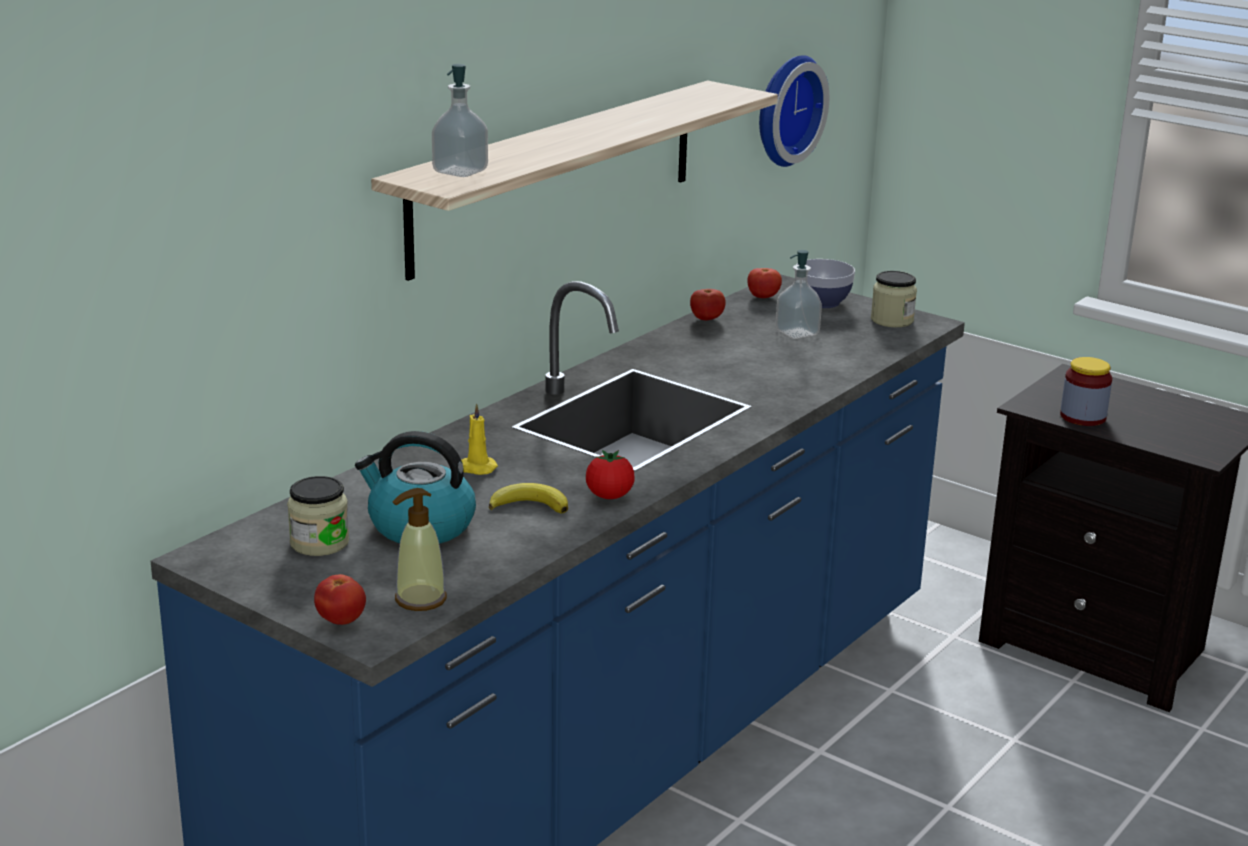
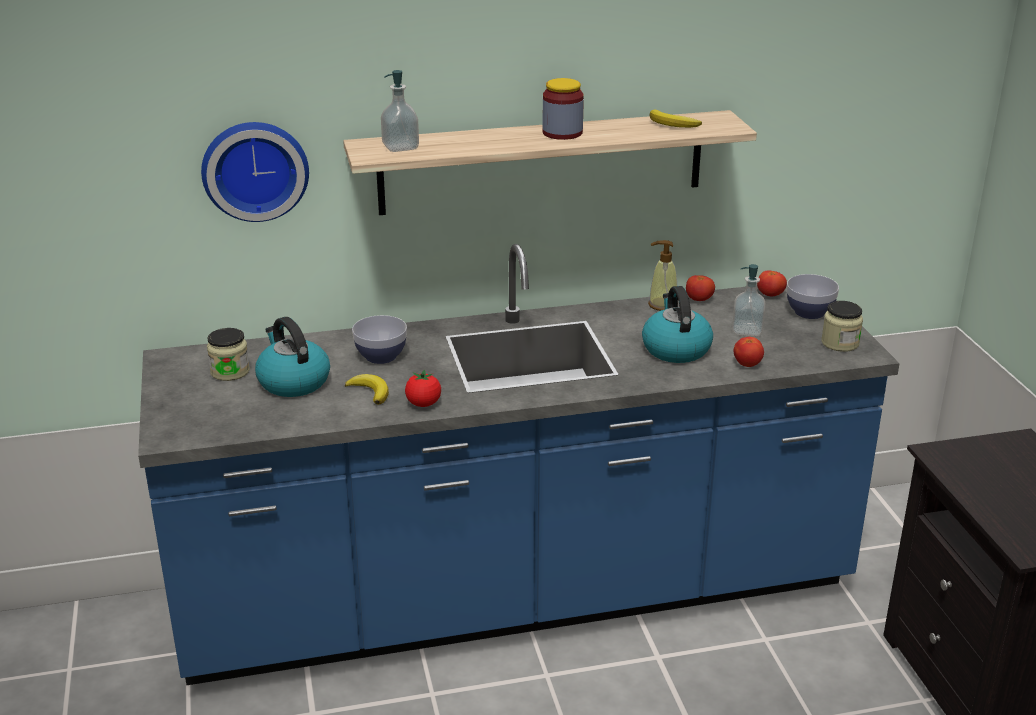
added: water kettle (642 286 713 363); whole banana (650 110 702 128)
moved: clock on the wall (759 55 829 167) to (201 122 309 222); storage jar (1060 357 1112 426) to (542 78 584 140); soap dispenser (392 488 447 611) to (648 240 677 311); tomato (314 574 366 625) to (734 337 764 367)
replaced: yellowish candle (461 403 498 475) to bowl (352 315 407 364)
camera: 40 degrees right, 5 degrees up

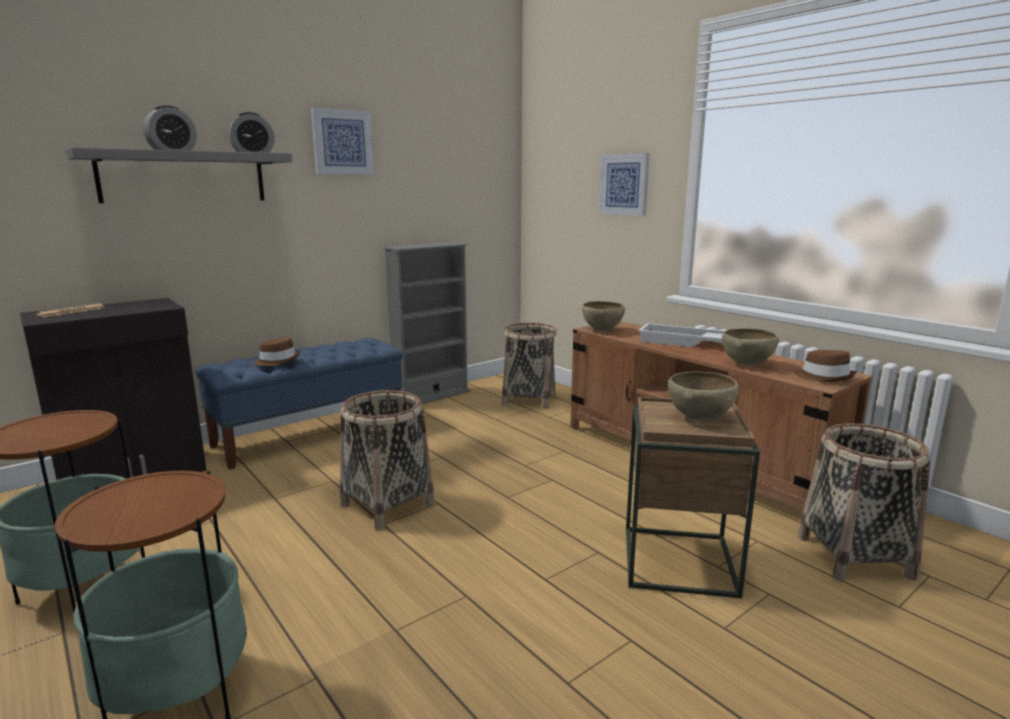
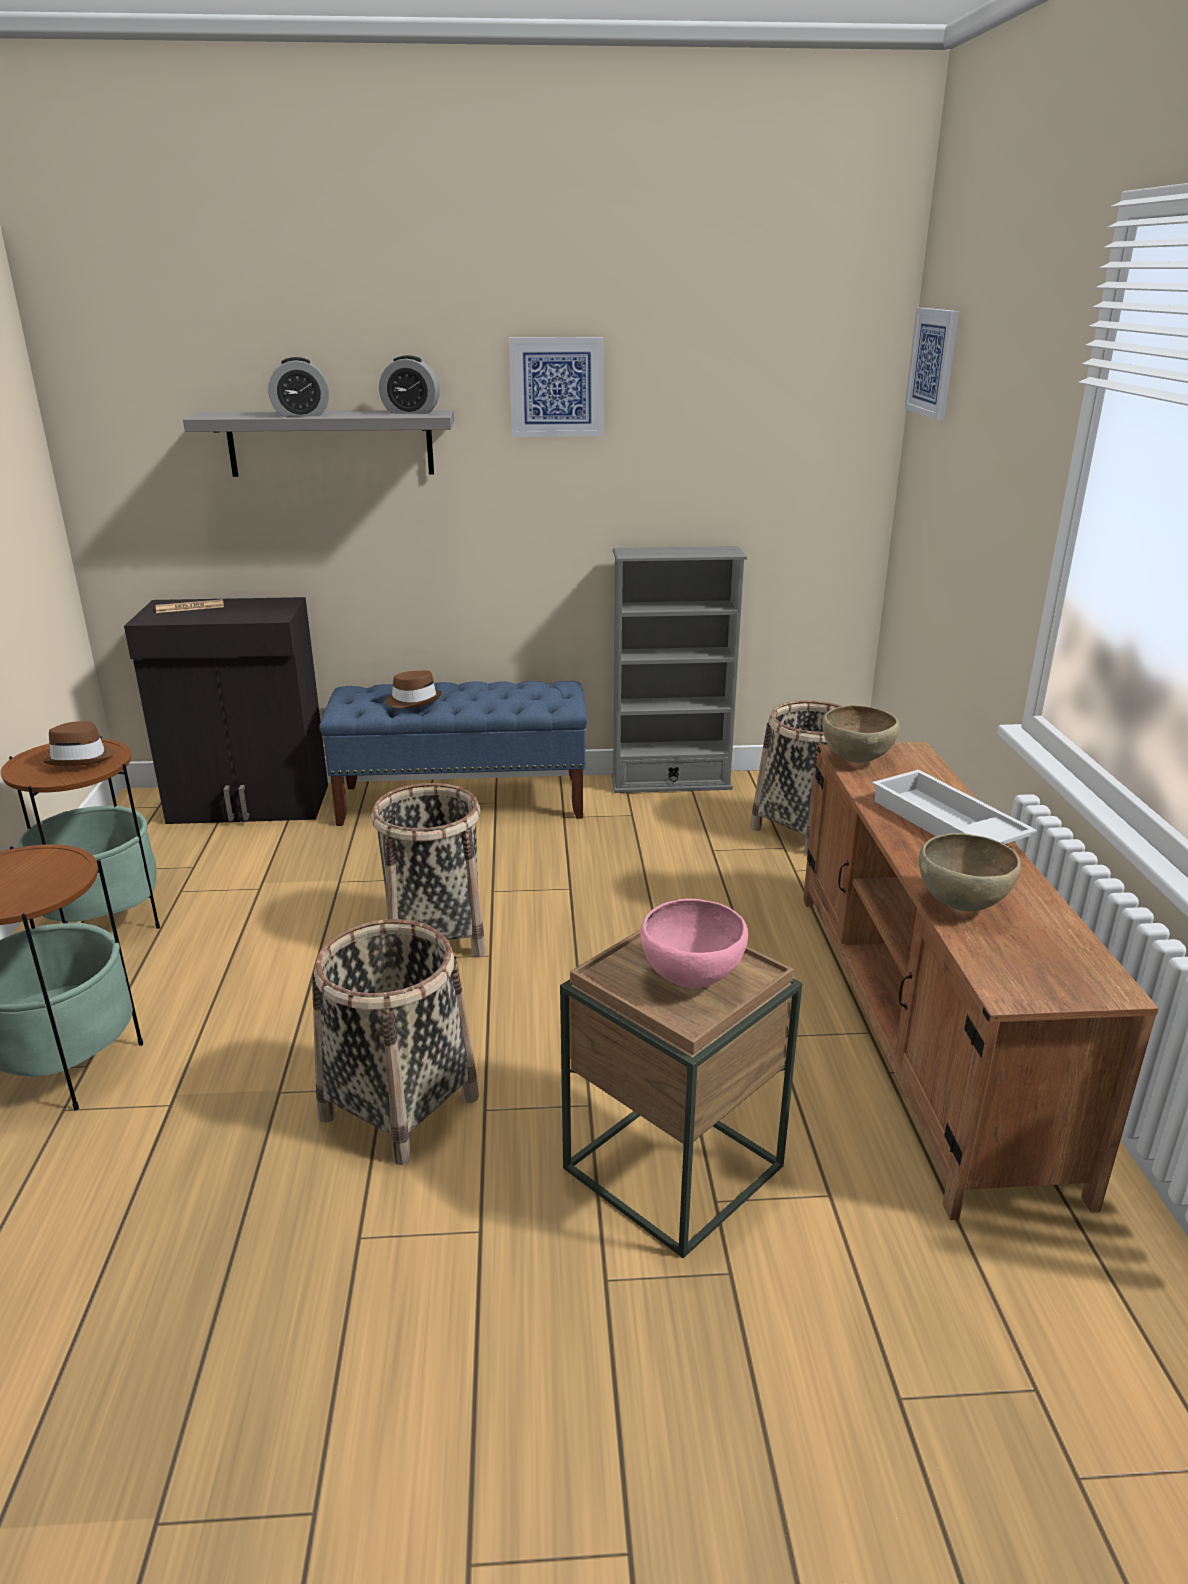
moved: brown clothing hat (794 350 856 382) to (42 721 115 766); household basket (798 423 930 582) to (312 919 479 1165); wall art (599 153 650 216) to (905 308 959 420)
recoloured: brown bowl (668 371 739 421) to pink bowl (640 899 748 988)
camera: 35 degrees right, 10 degrees up

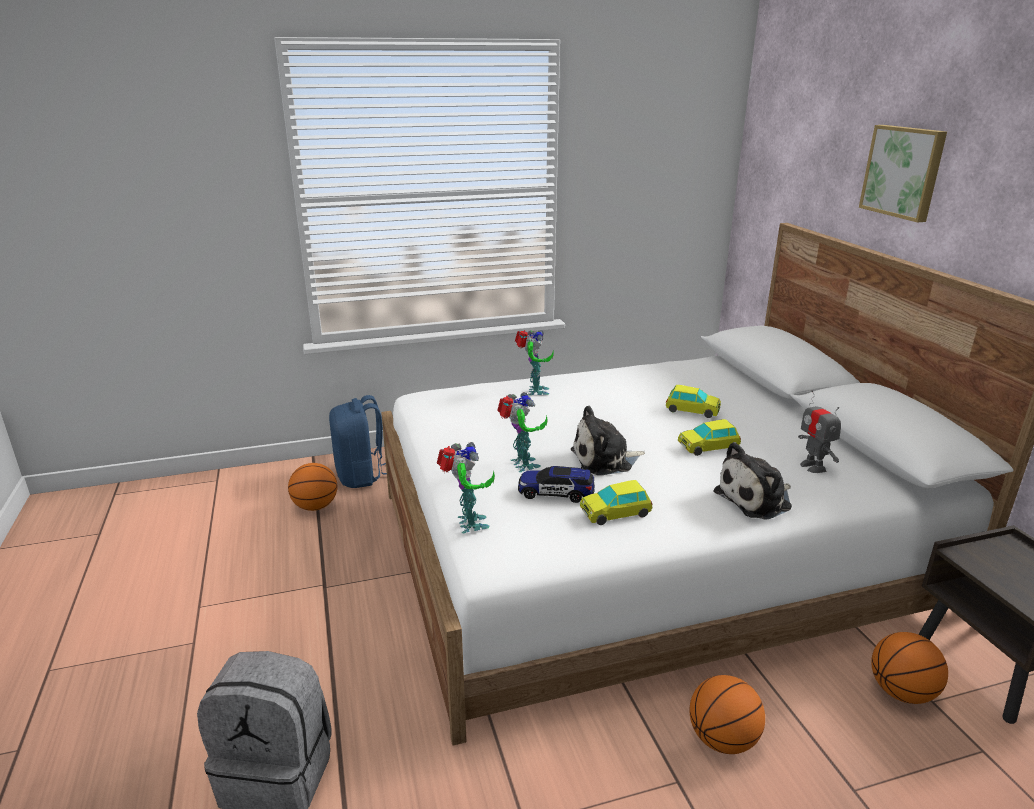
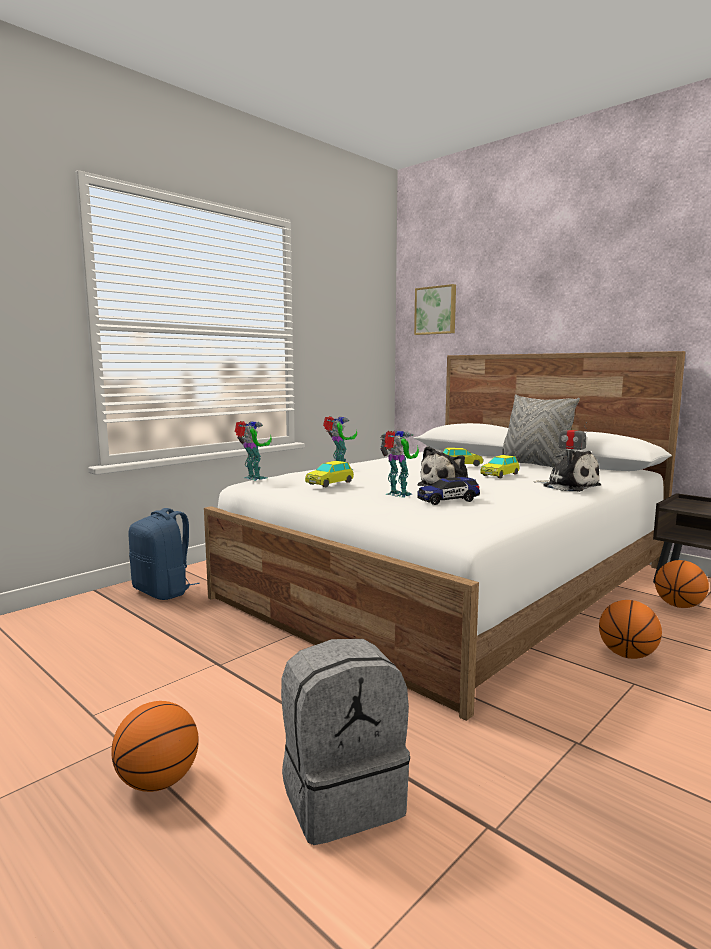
added: greyish throw pillow (502 394 580 468)
moved: basketball (288 463 337 511) to (111 701 199 792); model robot (437 442 495 534) to (235 421 272 481); toy car (580 480 653 525) to (305 461 354 487); wall art (859 125 947 222) to (414 284 456 335)
turned: plush toy (714 442 792 520) = (533 450 601 492) 75 degrees counterclockwise
camera: 30 degrees left, 15 degrees down

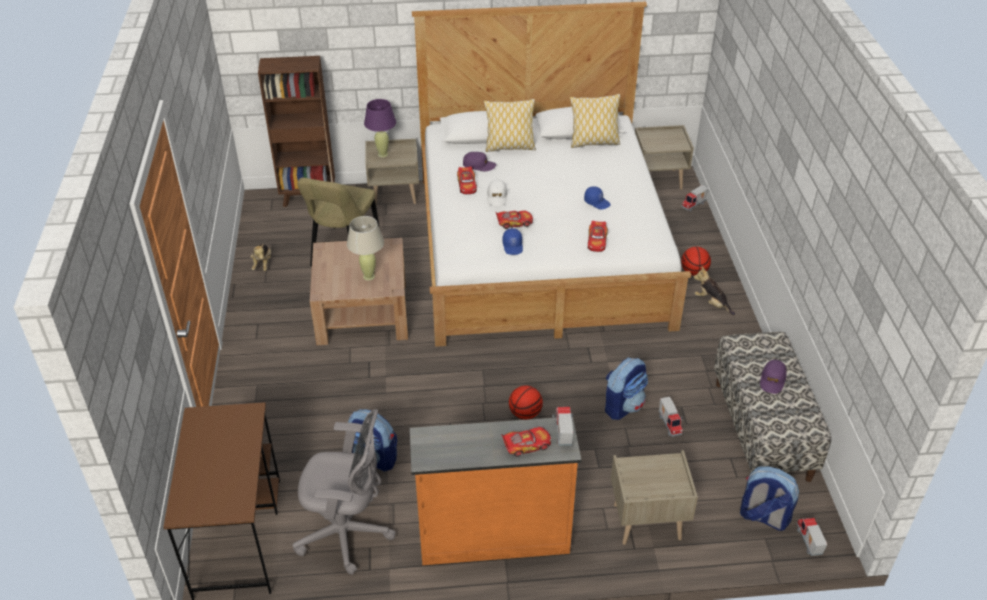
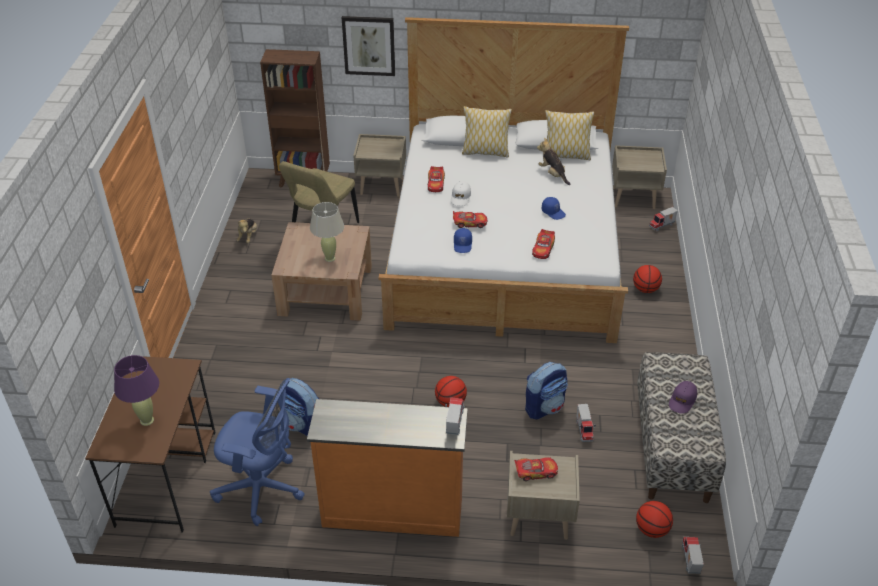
removed: purplish peaked cap (463 152 496 171)
added: wall art (342 16 395 76)
moved: purplish tabletop lamp (364 99 396 158) to (114 355 159 426); toy car (501 427 551 457) to (514 457 558 481); plush toy (693 266 735 315) to (537 138 570 185)
replaced: knapsack (740 466 799 531) to basketball (636 501 673 538)
recoloured: greyish computer chair (292 409 396 575) to blue computer chair (210 378 305 526)
camera: 10 degrees right, 0 degrees up

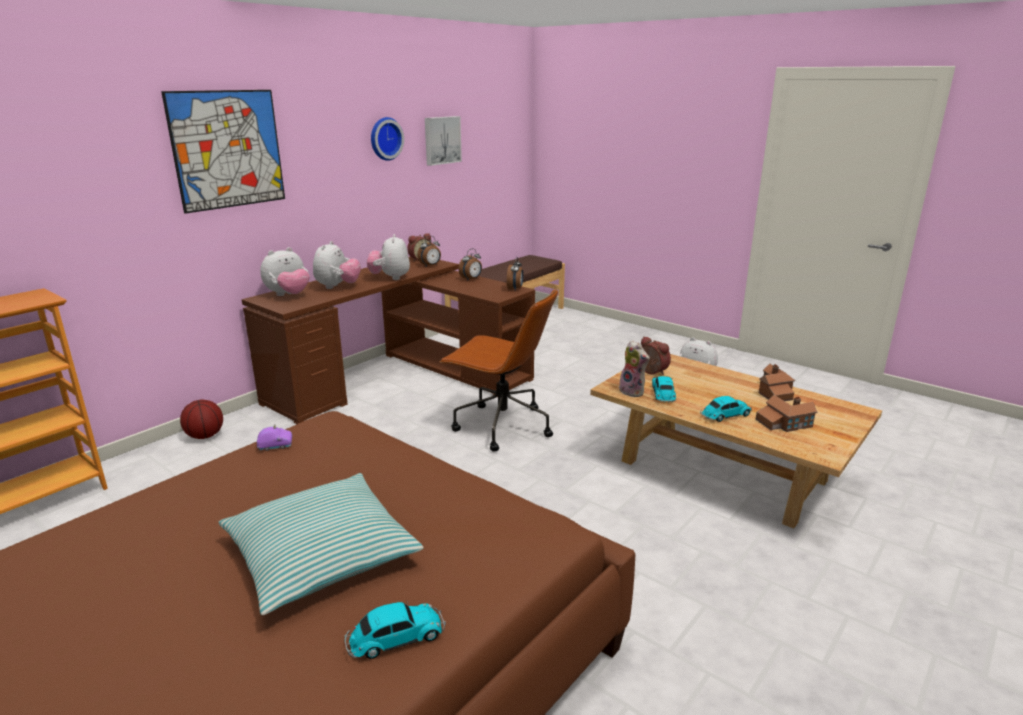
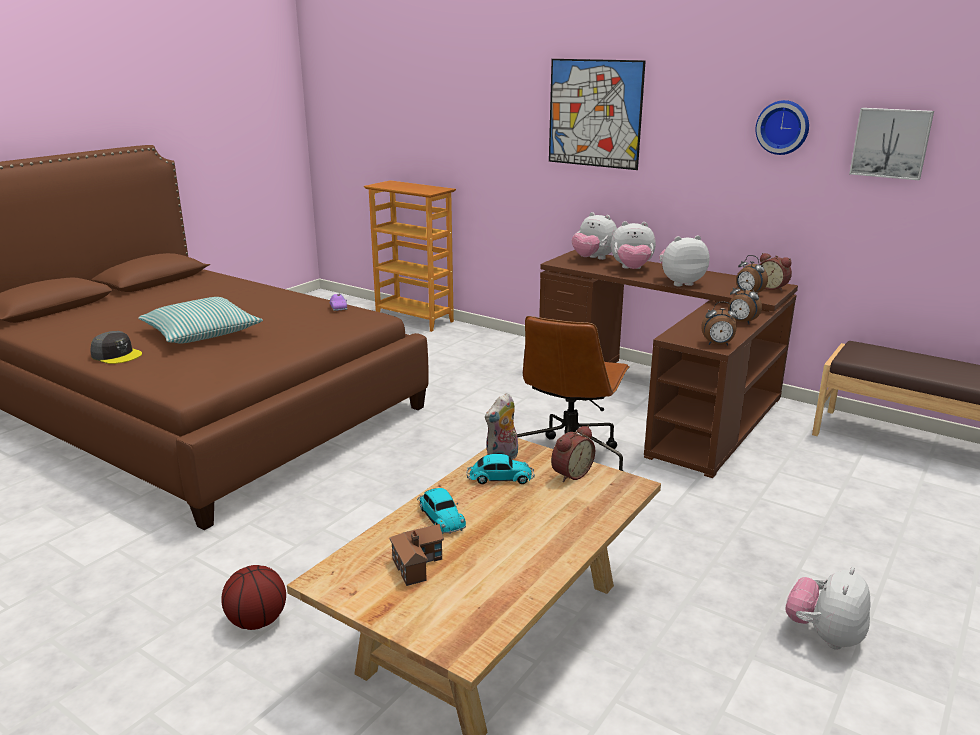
removed: model house (759 364 795 401)
moved: basketball (180 400 223 439) to (221 565 286 630)
replaced: toy car (345 602 446 659) to greyish peaked cap (90 331 142 364)
camera: 85 degrees right, 0 degrees up

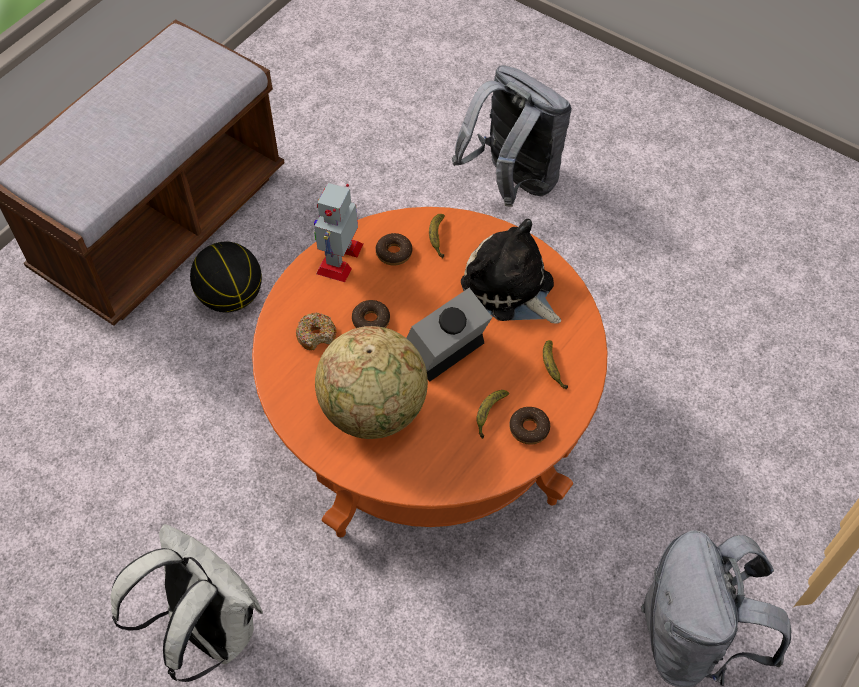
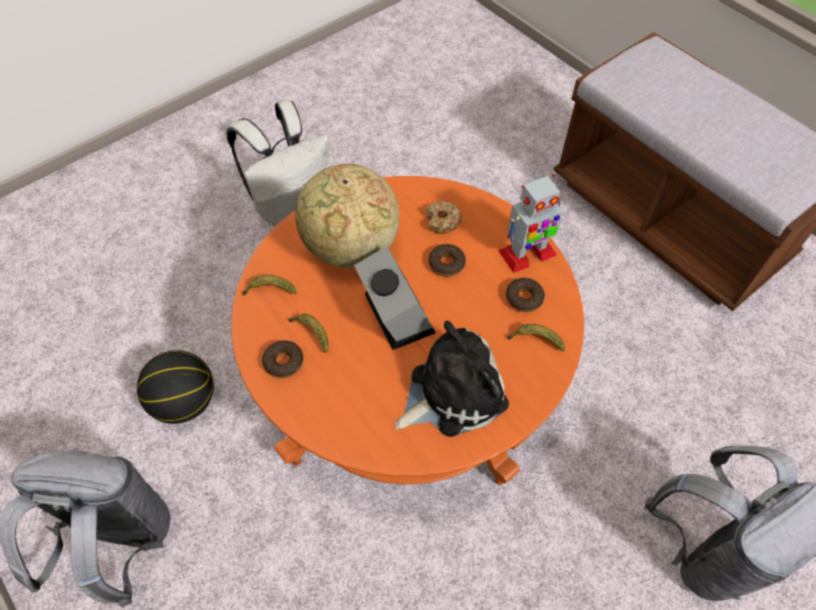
moved: basketball (190 242 262 313) to (137 350 214 424); whole banana (543 340 568 389) to (242 275 297 295)
turned: model robot (314 183 363 282) = (498 174 563 273) 120 degrees clockwise
camera: 105 degrees right, 0 degrees up

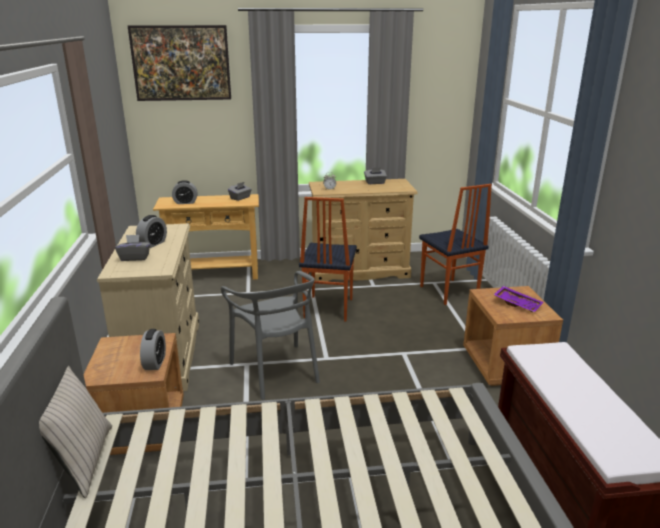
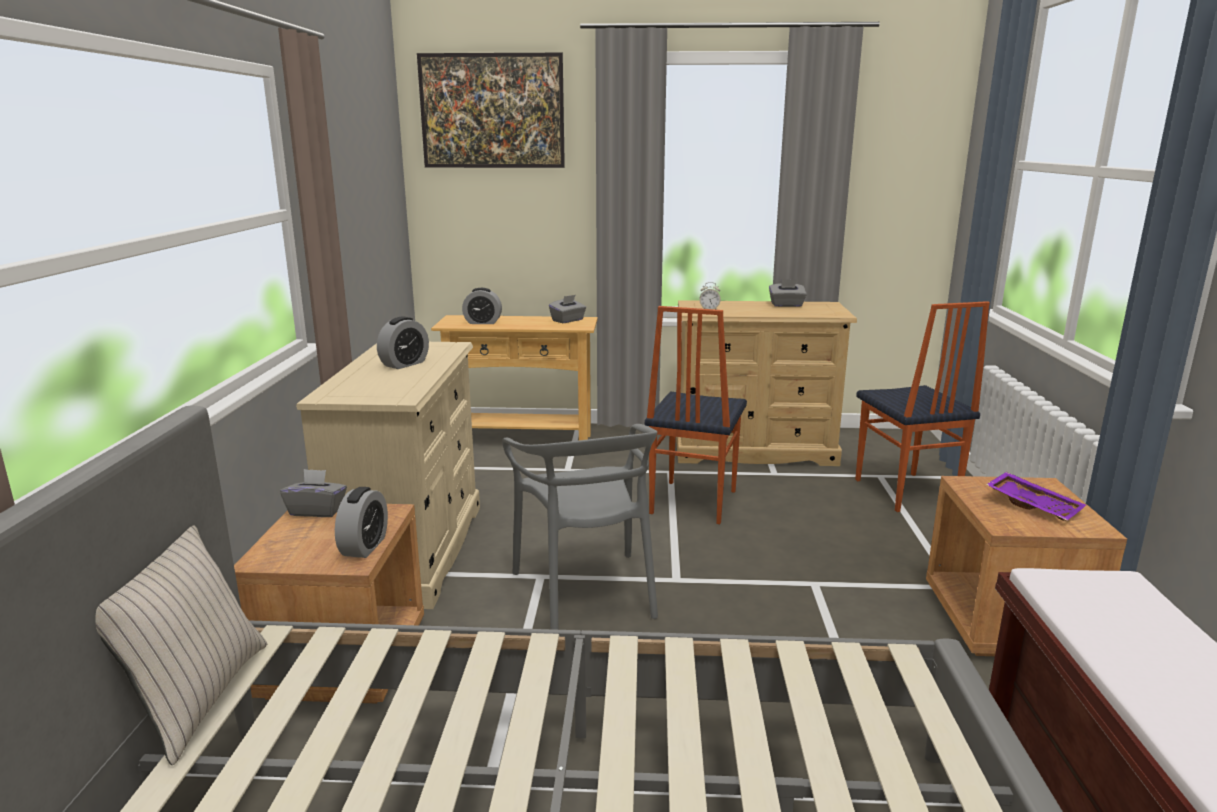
moved: greyish tissue holder (115 235 150 261) to (280 469 347 517)
camera: 10 degrees right, 5 degrees down

